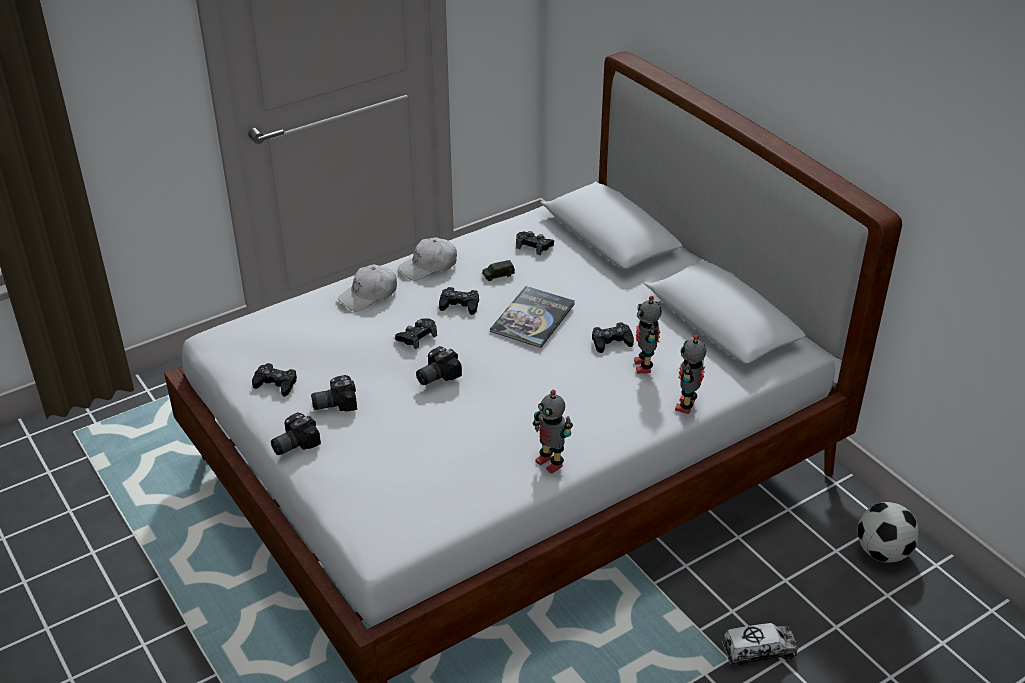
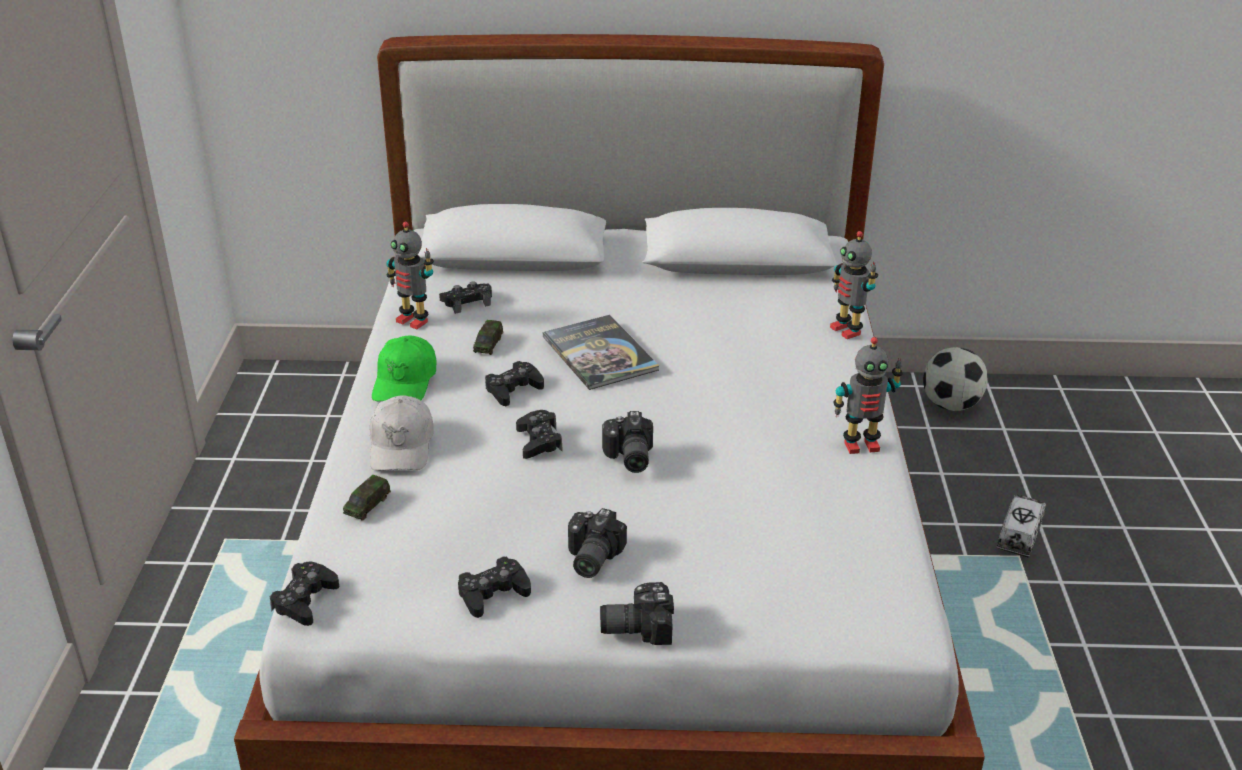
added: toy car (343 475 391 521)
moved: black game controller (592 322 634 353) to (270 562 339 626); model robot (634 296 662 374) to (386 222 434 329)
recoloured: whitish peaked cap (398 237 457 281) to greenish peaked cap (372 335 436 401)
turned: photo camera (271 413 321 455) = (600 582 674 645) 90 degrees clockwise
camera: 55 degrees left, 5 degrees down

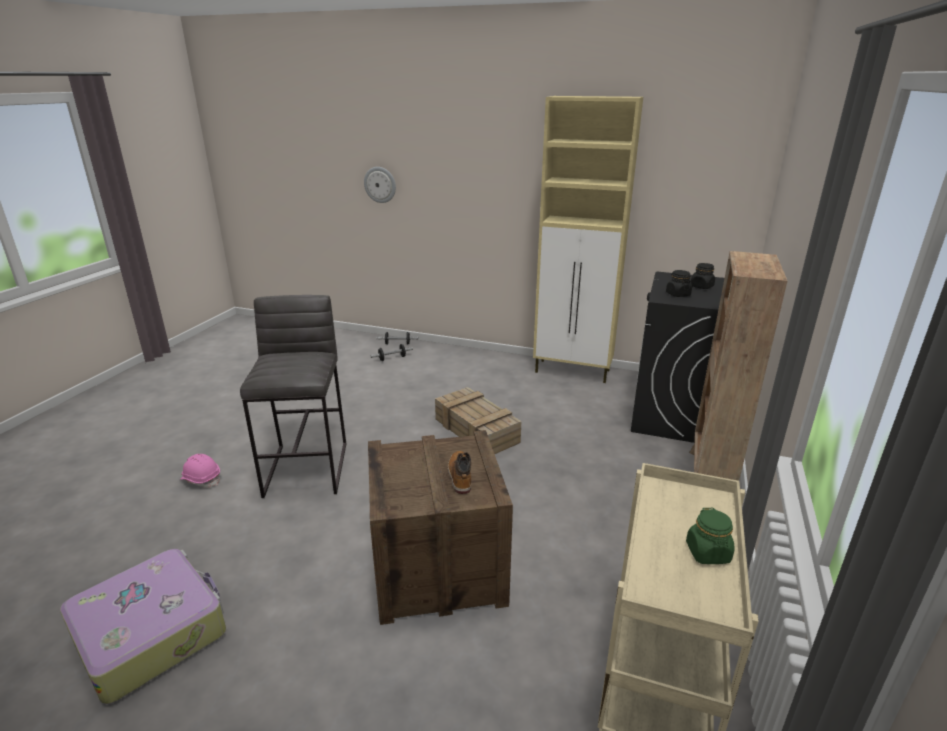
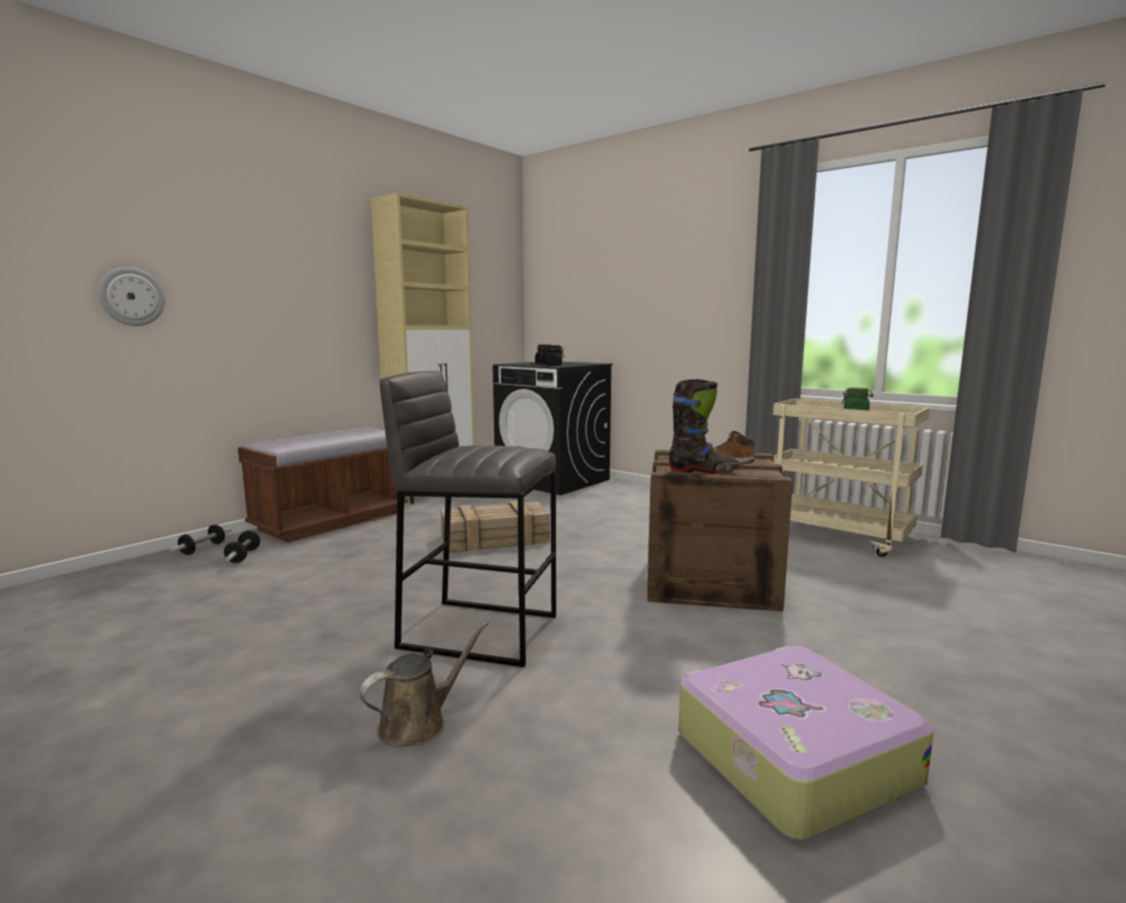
removed: brown bookshelf (689 251 787 481)
added: brown bench (238 428 408 542); black tall boot (669 379 739 474)
replaced: pink hard hat (180 454 220 488) to brown watering can (359 621 489 747)
camera: 70 degrees left, 15 degrees down

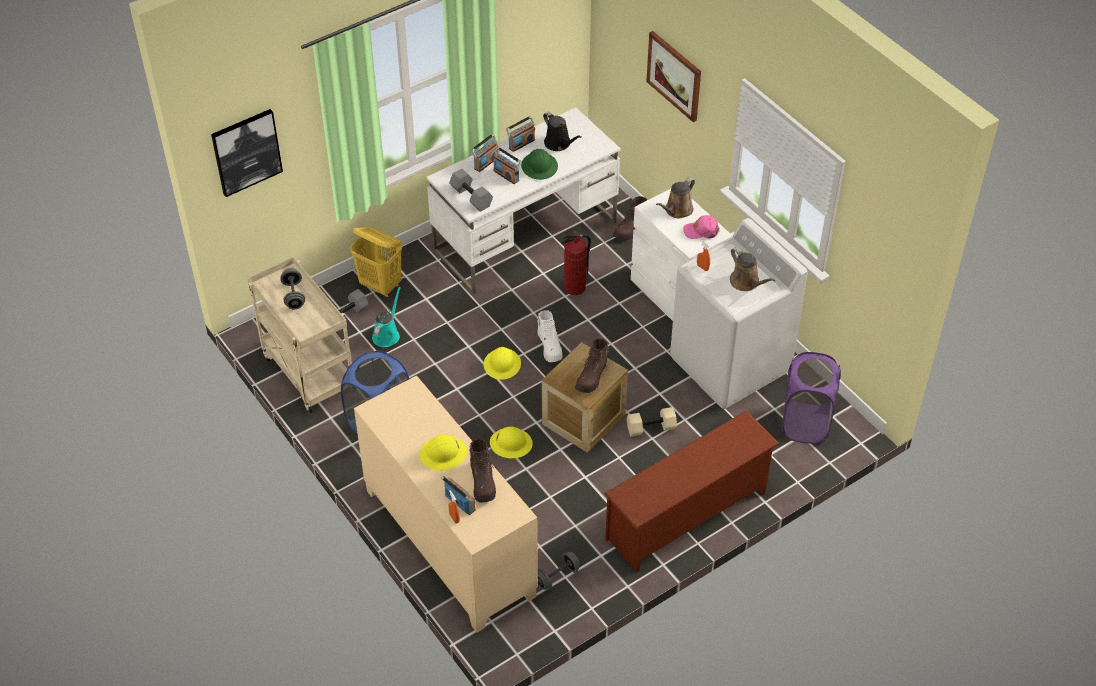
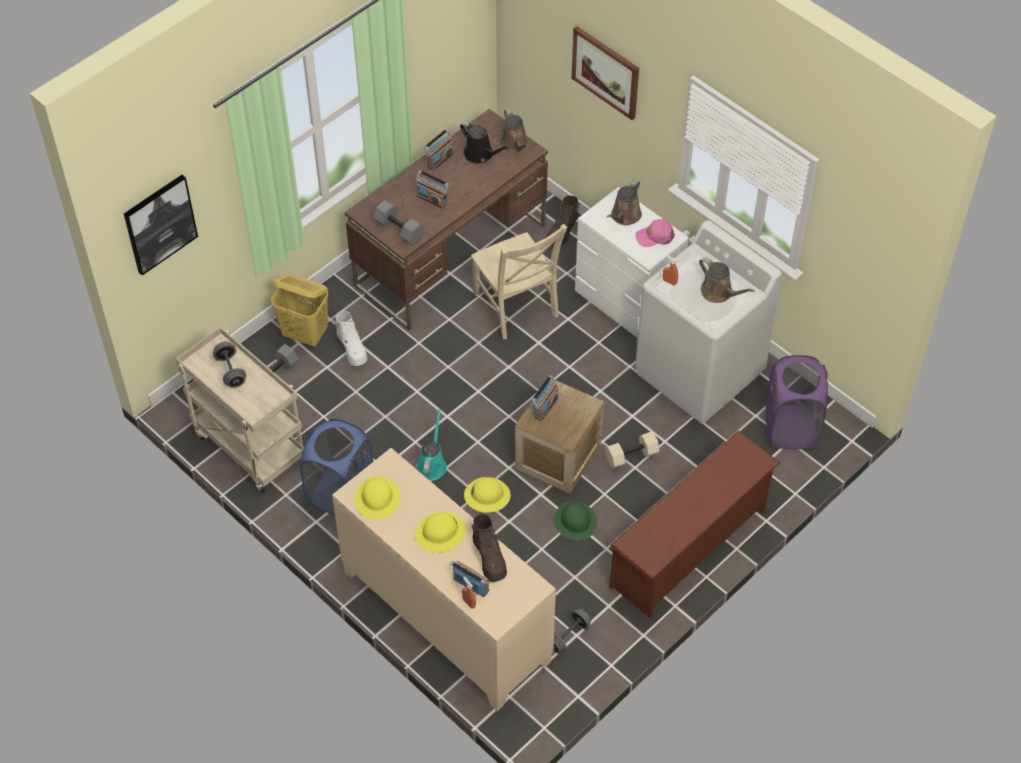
removed: brown tall boot (575 339 610 393)
added: brown watering can (499 108 529 154)
moved: whitish tall boot (537 310 563 362) to (334 311 368 366); yellowish hard hat (484 347 521 380) to (354 476 401 520); turquoise-coloured watering can (372 287 401 347) to (416 410 447 481); radio receiver (471 134 498 172) to (532 375 558 421); greenish hard hat (521 149 558 180) to (554 501 597 541)
replaced: fire extinguisher (561 231 591 295) to sand-coloured chair (471 224 568 339)
recoloured: whitish desk (426 107 621 294) to brown desk (345 109 548 330)
camera: 10 degrees left, 5 degrees up

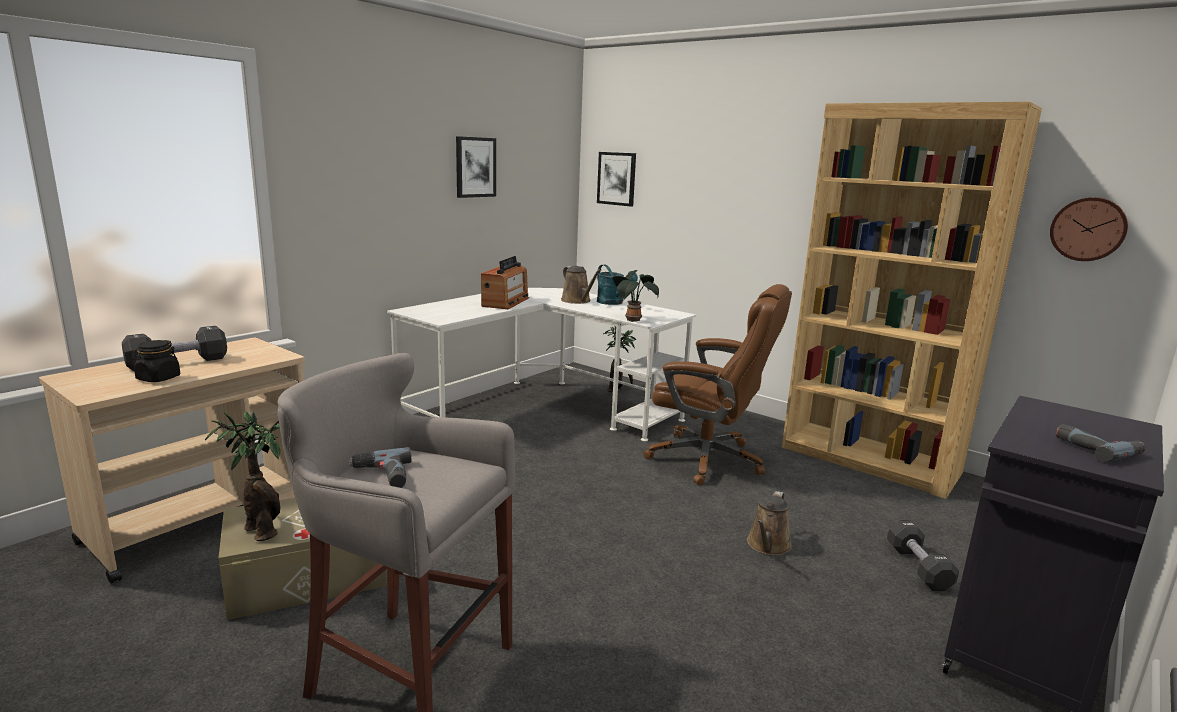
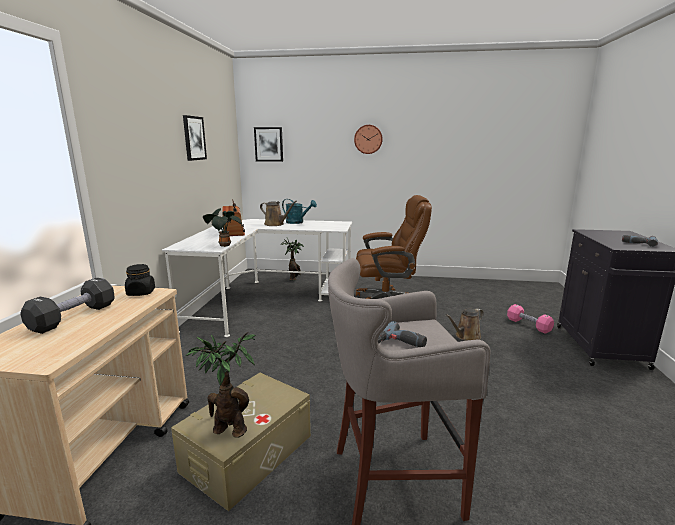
removed: brown bookshelf (782 102 1042 499)
moved: black storage jar (132 340 180 382) to (125 264 155 296); potted plant (612 270 659 322) to (203 208 242 247); clock on the wall (1050 197 1128 261) to (354 125 383 154)
recoloured: black hand weight (887 520 959 591) to pink hand weight (507 304 554 334)
turned: brown watering can (747 491 792 556) = (446 308 484 341) 60 degrees clockwise
camera: 30 degrees left, 0 degrees up

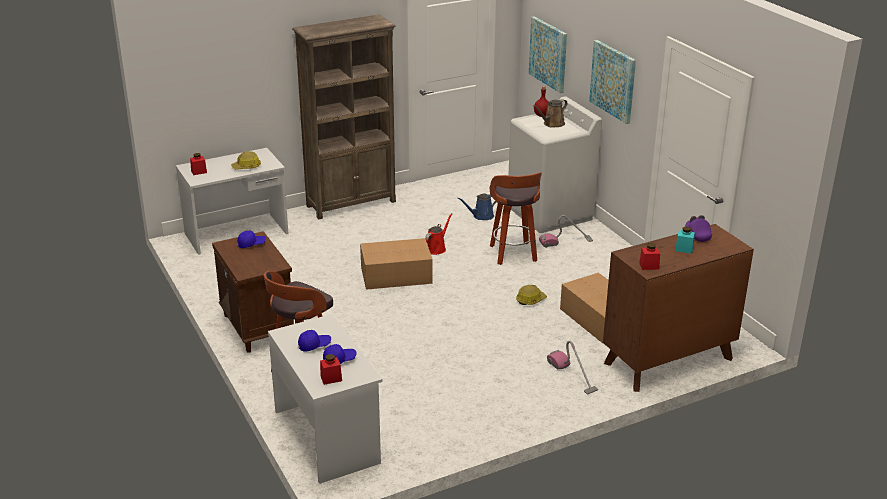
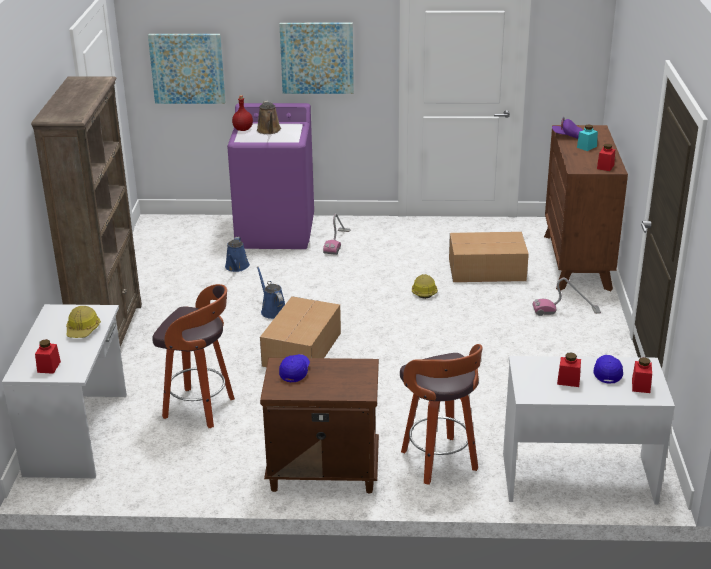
moved: stool (490 172 542 265) to (152 284 235 428)
replaced: blue peaked cap (298 330 331 351) to reddish storage jar (557 352 581 387)
recoloured: whitish laundry machine (508 96 602 233) to purplish laundry machine (227 103 314 249); reddish watering can (425 213 453 255) to blue watering can (257 267 285 319)
camera: 60 degrees left, 0 degrees up

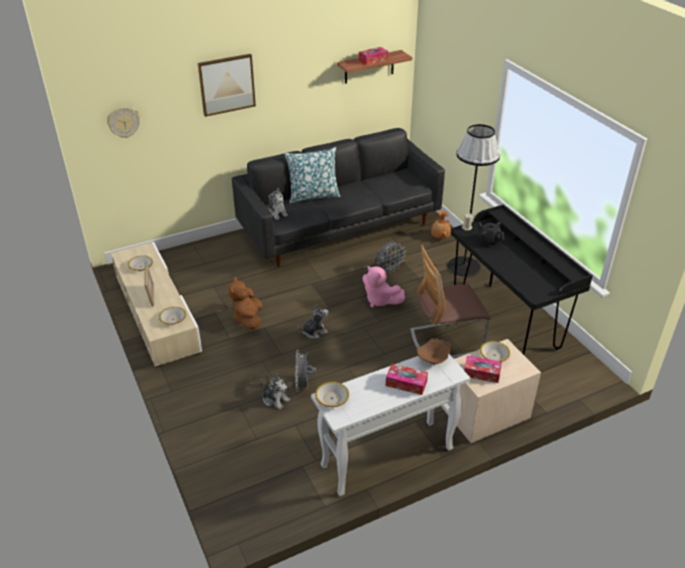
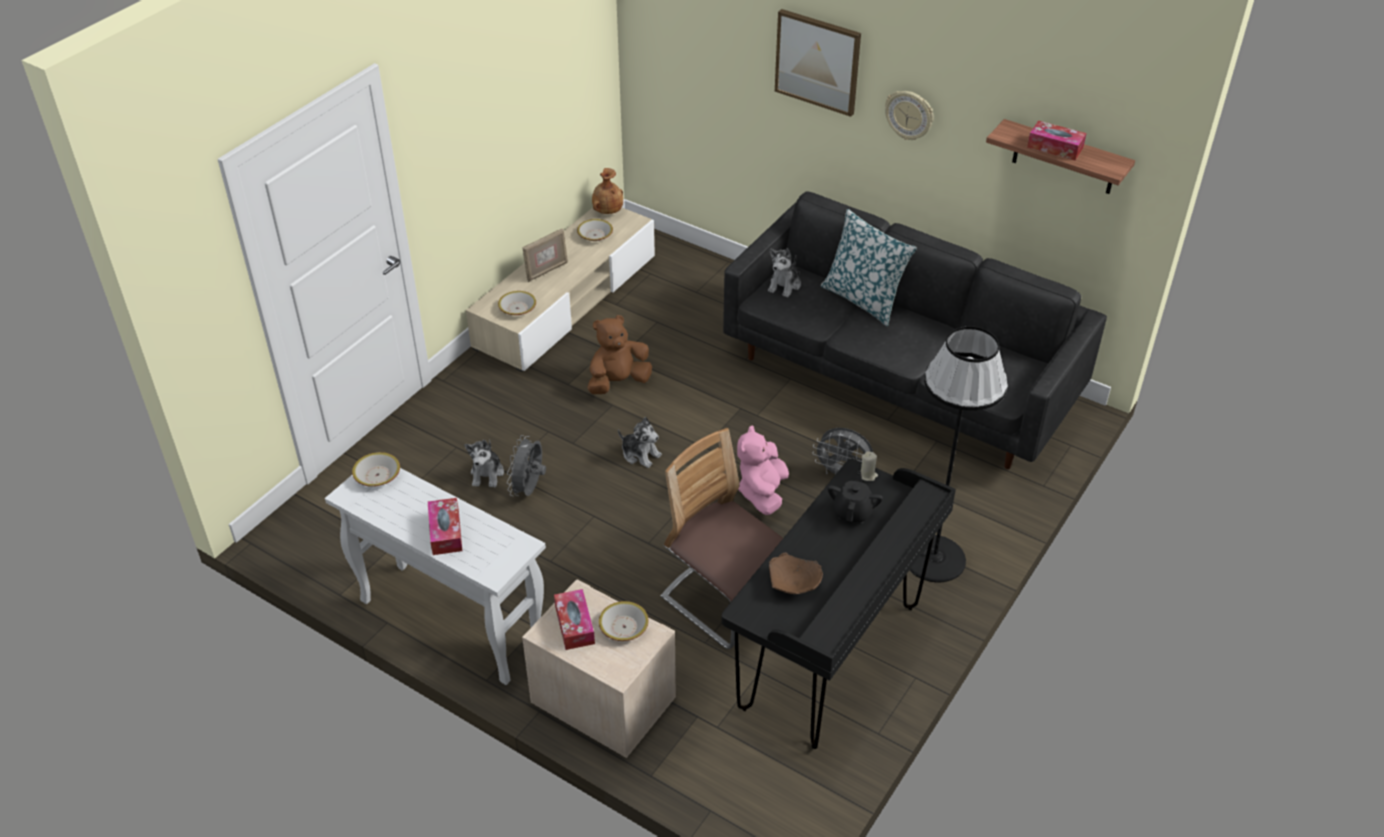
moved: brown flower vase (431 211 451 239) to (592 168 623 214); brown bowl (417 338 452 364) to (769 552 823 594); clock on the wall (107 106 140 138) to (885 91 934 140)
turned: greyish electric fan (295 350 316 392) = (507 435 546 496) 45 degrees counterclockwise
camera: 60 degrees right, 5 degrees up

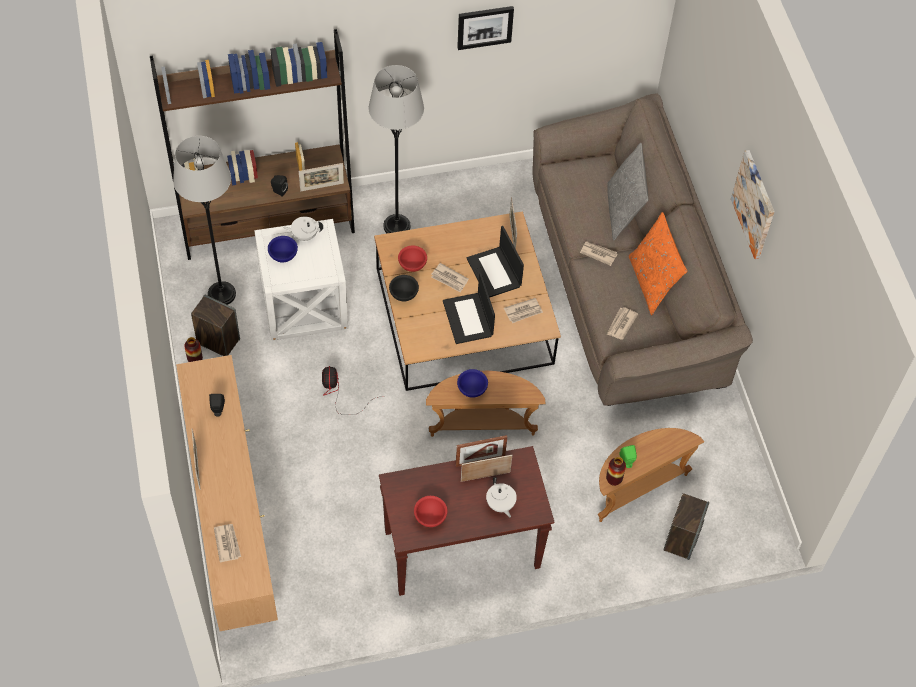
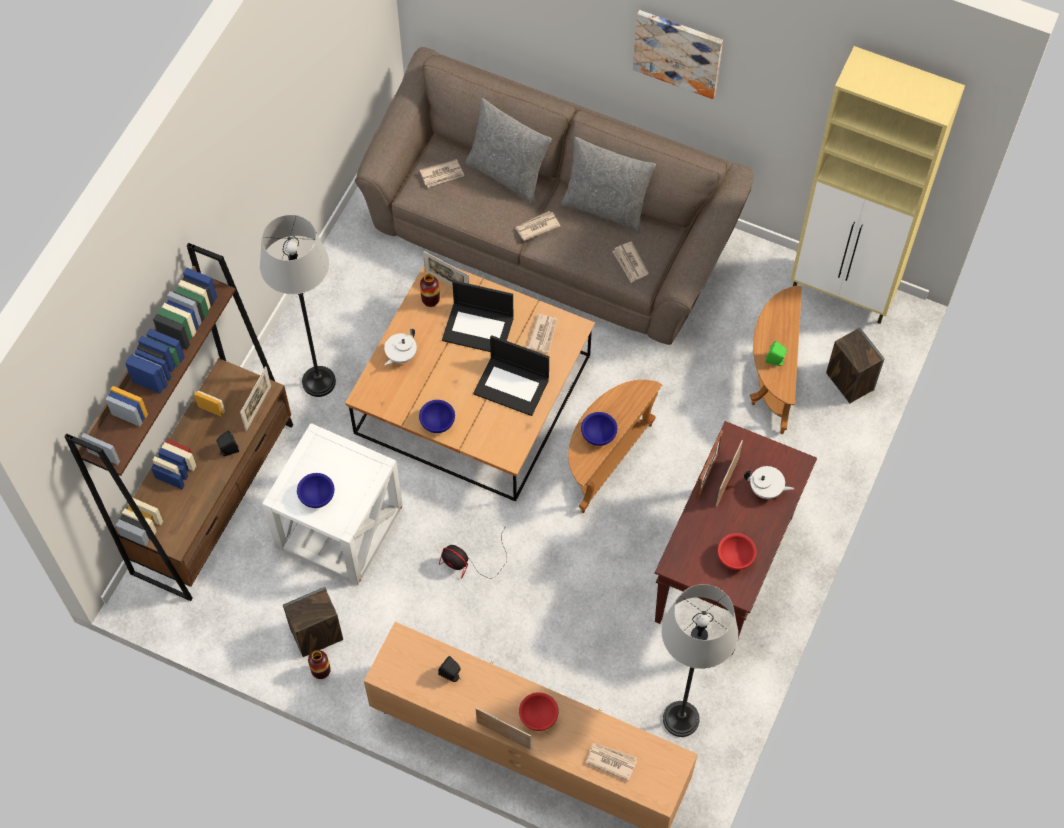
removed: wall art (457 6 514 50)
added: sand-coloured cupboard (791 46 965 324)
moved: whitish pot for tea (283 217 323 241) to (384 329 417 365); printed paper (431 263 468 293) to (420 159 464 188); flower vase (606 457 626 486) to (420 274 440 307); reddish bowl (398 246 427 272) to (519 692 559 731); greyish floor lamp (173 136 236 305) to (662 584 738 737)
recoloured: black bowl (389 275 419 301) to blue bowl (419 400 455 433); orange throw pillow (629 212 687 315) to greyish throw pillow (561 137 656 233)
camera: 50 degrees left, 5 degrees up

